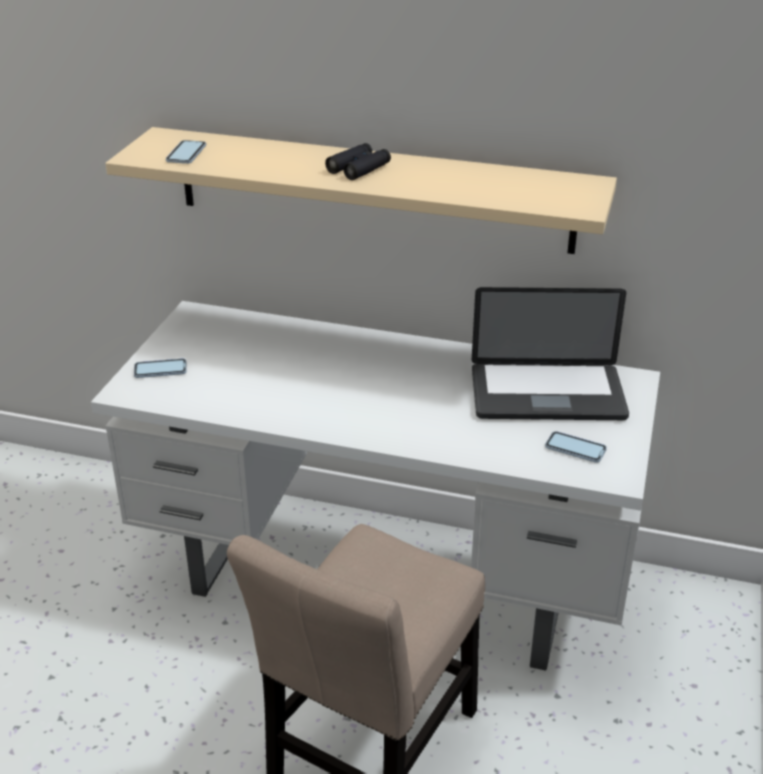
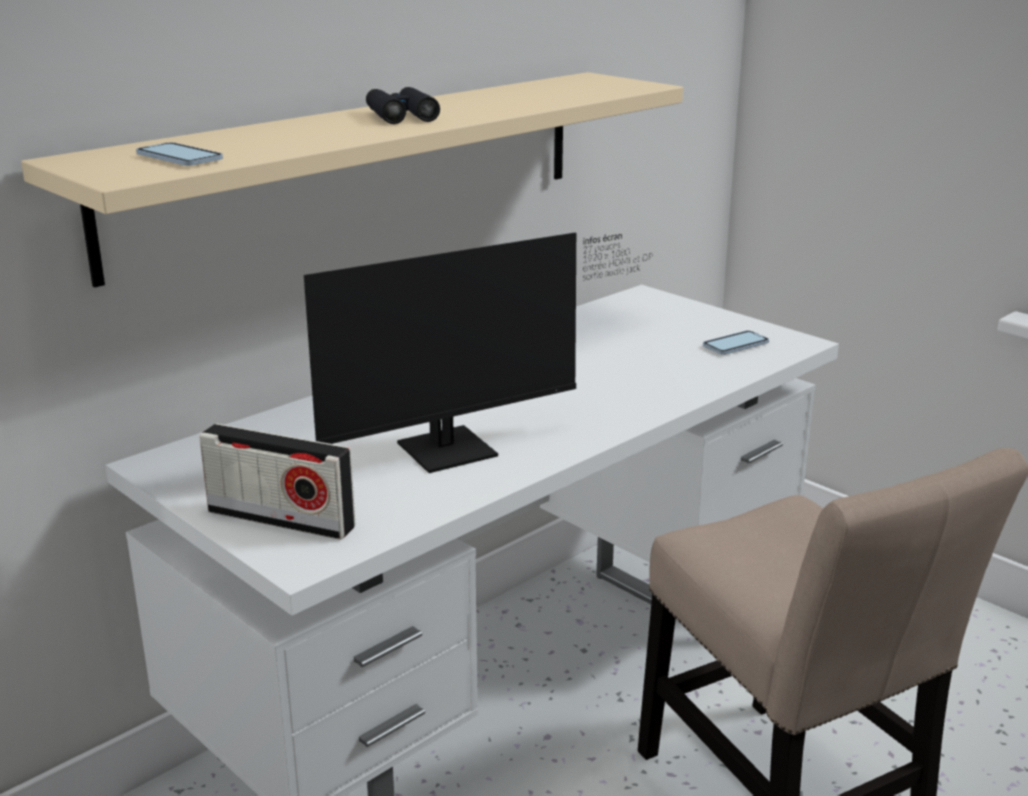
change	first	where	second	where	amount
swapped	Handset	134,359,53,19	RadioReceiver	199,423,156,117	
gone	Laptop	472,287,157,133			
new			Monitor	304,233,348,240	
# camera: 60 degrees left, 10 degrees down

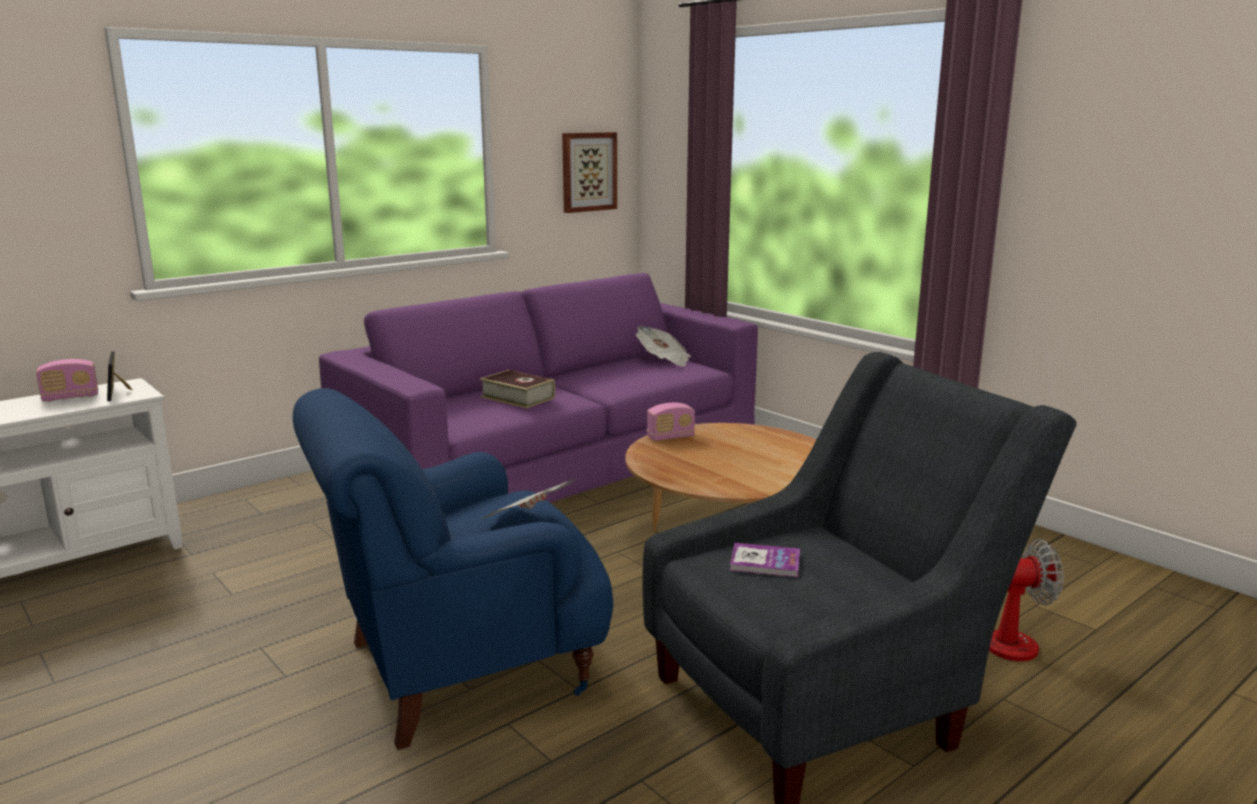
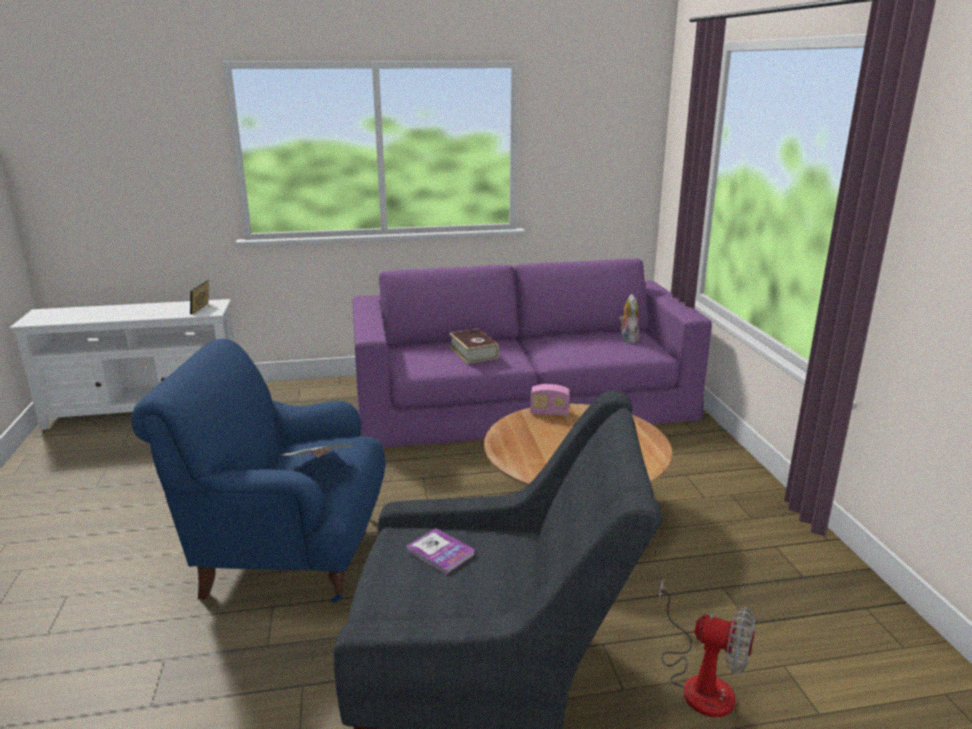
change	first	where	second	where	amount
gone	RadioReceiver	36,359,62,42			
gone	WallPicture	562,132,55,81			
swapped	Newspaper	636,326,55,41	CuddlyToy	619,294,20,49	
# camera: 30 degrees right, 5 degrees up

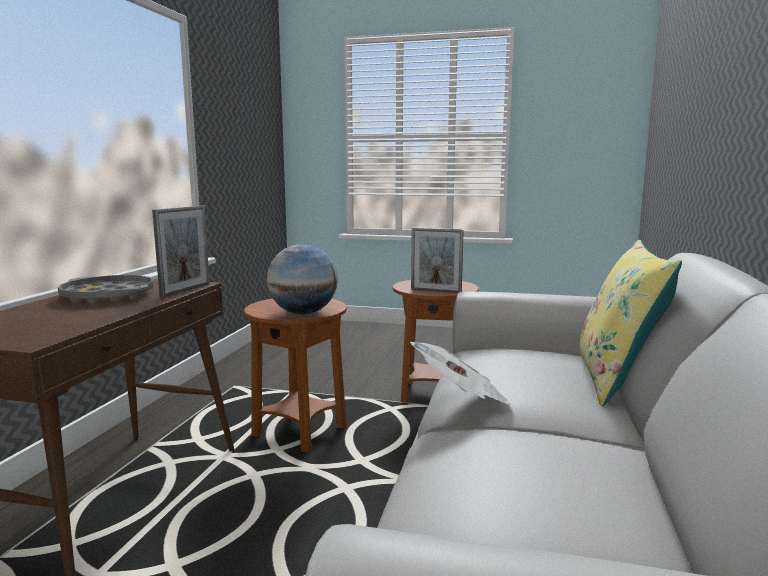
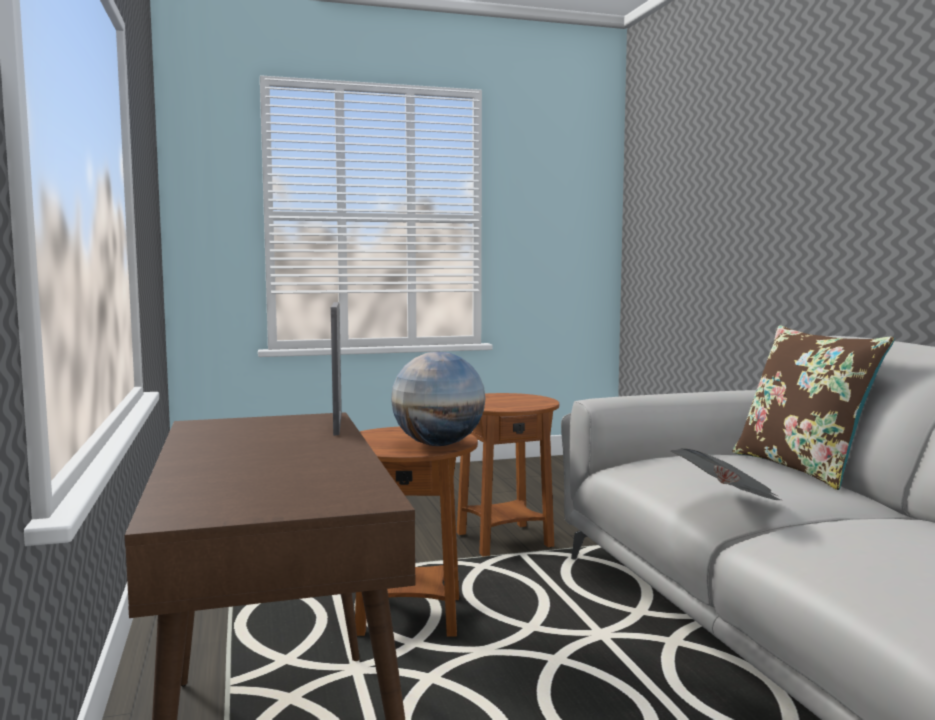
change	first	where	second	where	amount
gone	GreyCarryingTray	58,275,96,29			
gone	PictureFrame	411,228,53,65			
repainted	YellowCushion	579,240,103,166	BrownColouredCushion	732,325,163,165	
# camera: 30 degrees left, 5 degrees down

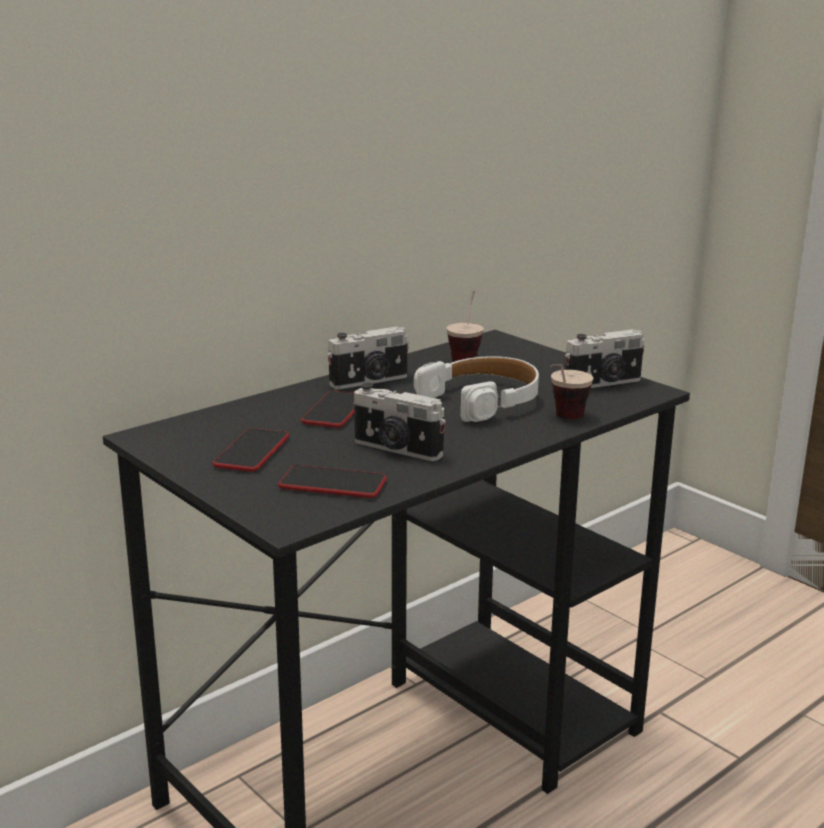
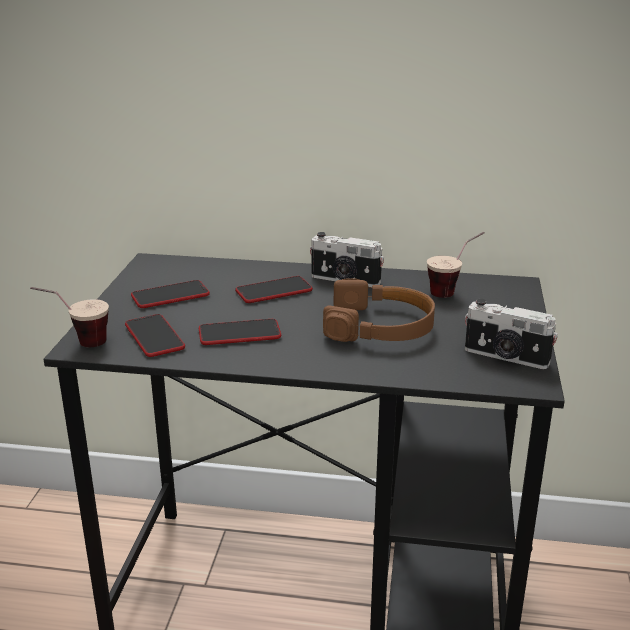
change	first	where	second	where	amount
swapped	StillCamera	353,383,93,78	Handset	199,319,82,26	
repainted	WhiteColouredPairOfHeadphones	414,356,125,66	BrownColouredPairOfHeadphones	323,279,112,63	
shifted	Cup	550,364,43,55		30,287,79,60	
# camera: 50 degrees right, 5 degrees up

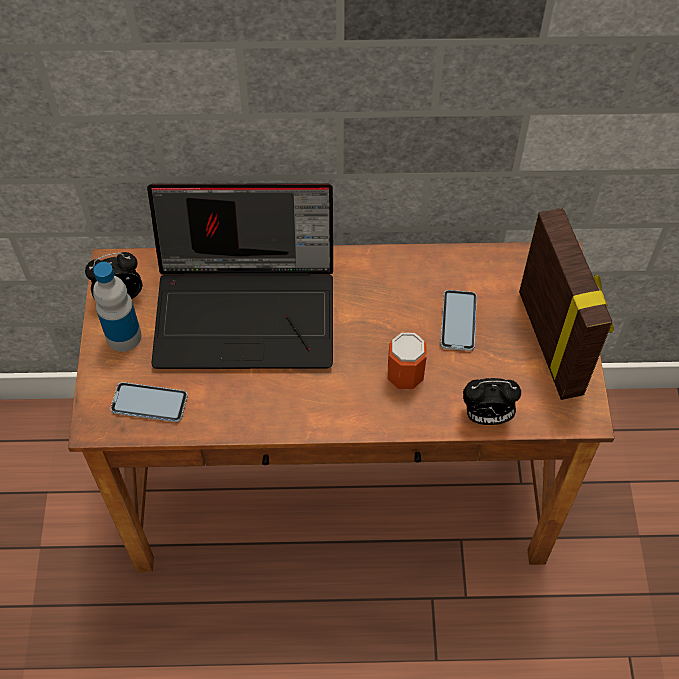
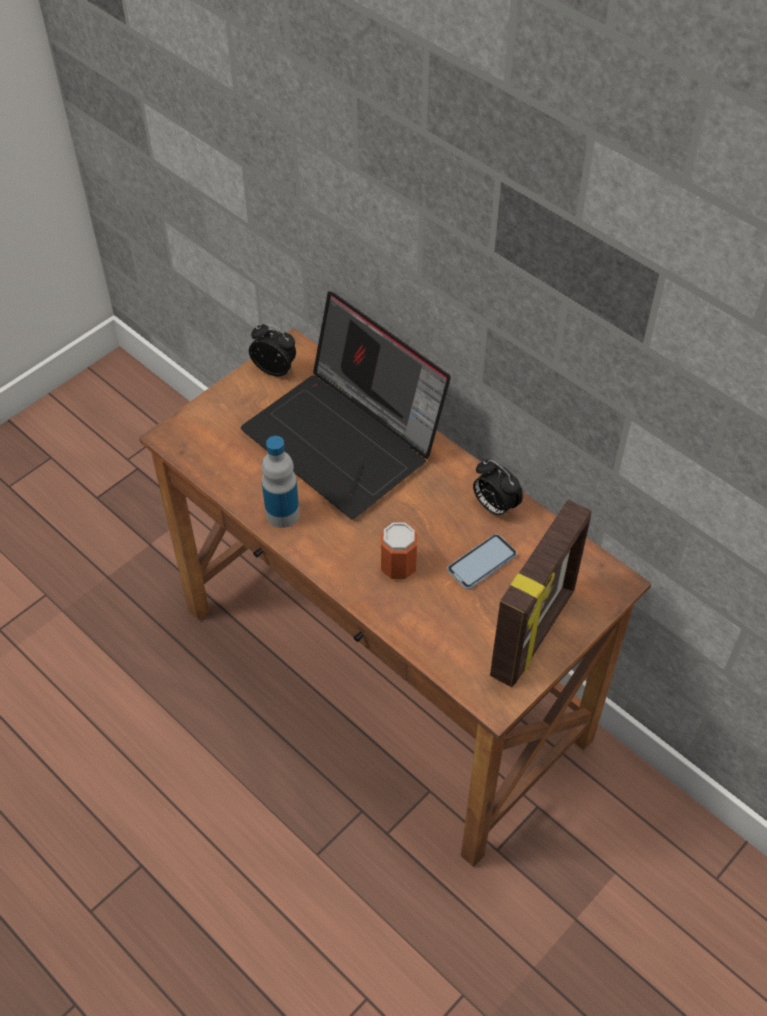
change	first	where	second	where	amount
shifted	BeverageBottle	93,262,49,90		262,436,38,92	
gone	Handset	111,382,77,40			
shifted	AlarmClock	463,378,58,47		473,459,50,59	
# camera: 45 degrees right, 5 degrees down

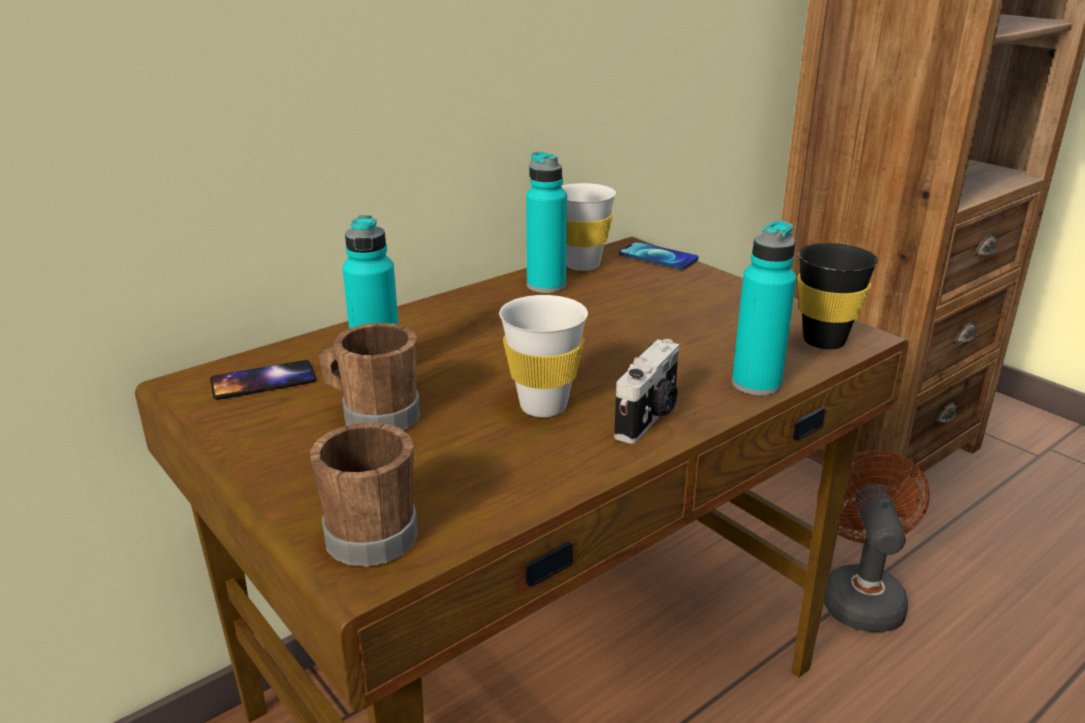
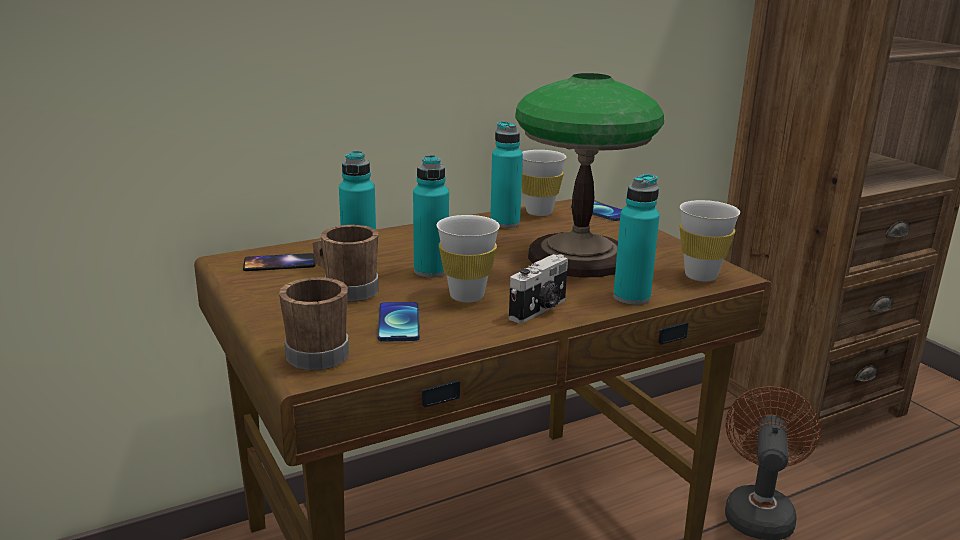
change	first	where	second	where	amount
repainted	BlackishCup	797,243,81,106	WhiteColouredCup	679,200,61,82	
new			Handset	377,302,43,40	
new			TurquoiseColouredBeverageBottle	413,155,36,123	
new			LampForATable	515,73,149,205	
# camera: 10 degrees right, 5 degrees down

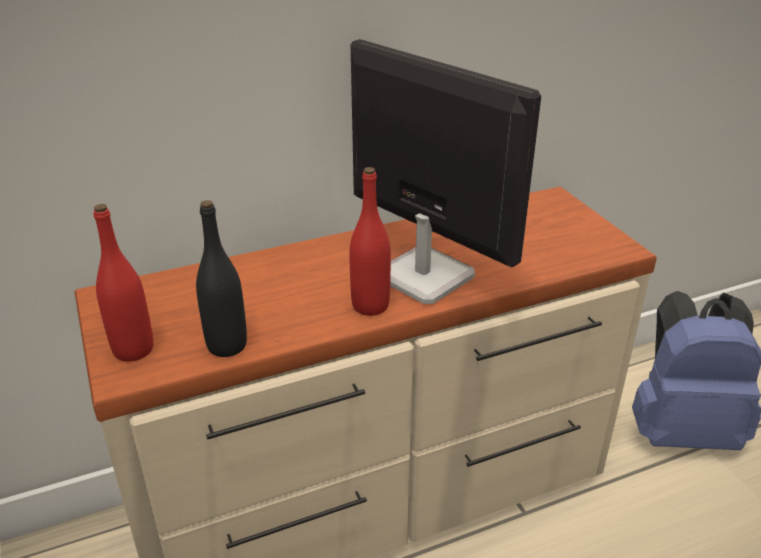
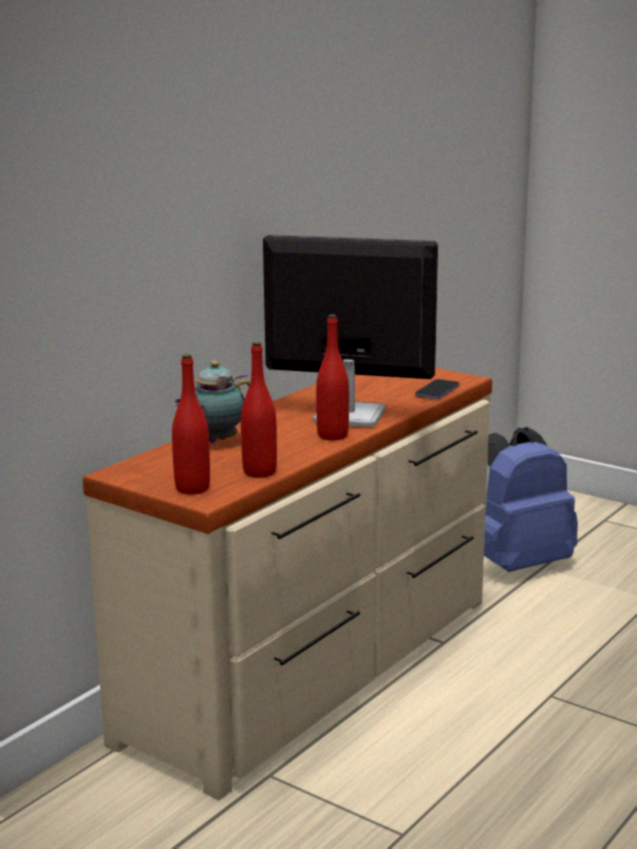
change	first	where	second	where	amount
repainted	BlackishBeverageBottle	196,200,51,157	RedBeverageBottle	241,342,36,136	
new			PotForTea	173,361,77,82	
new			Handset	415,379,44,20	
# camera: 30 degrees left, 15 degrees down

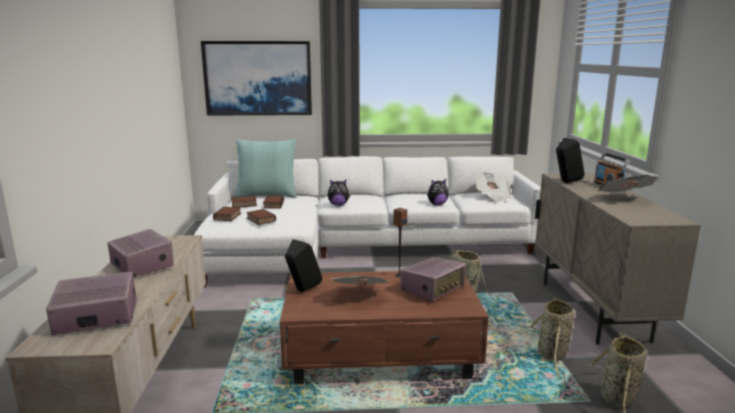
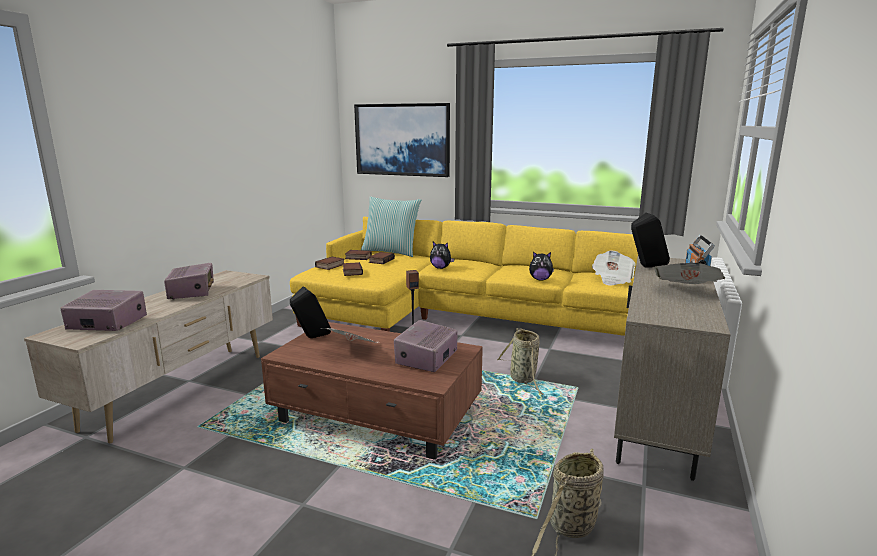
change	first	where	second	where	amount
repainted	WhiteColouredSofa	194,156,347,131	YellowSofa	290,217,348,119	
rotated	RadioReceiver	400,257,66,44		394,320,63,52	135 degrees clockwise
gone	StorageBasket	528,297,47,82			
# camera: 25 degrees right, 0 degrees up

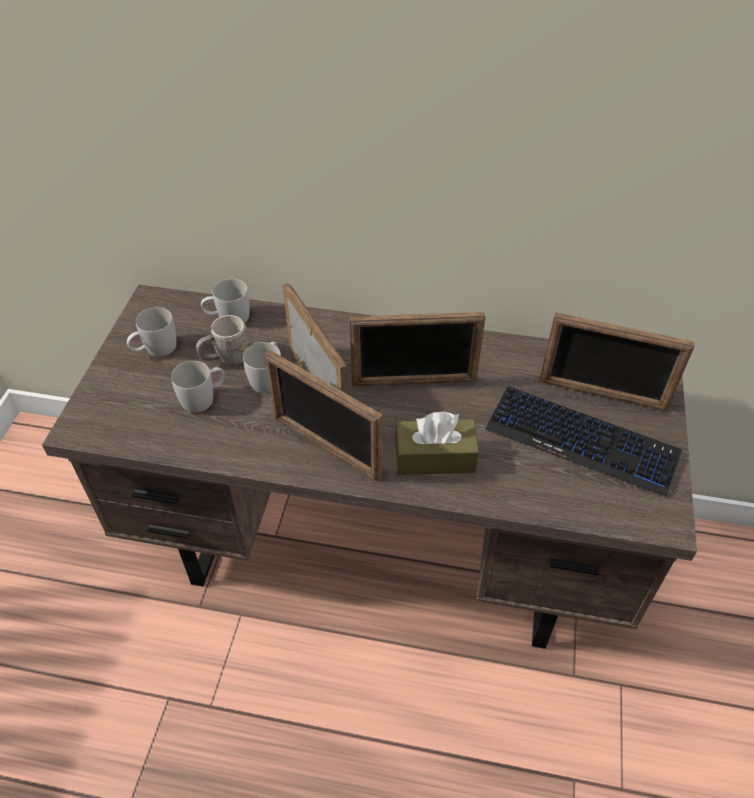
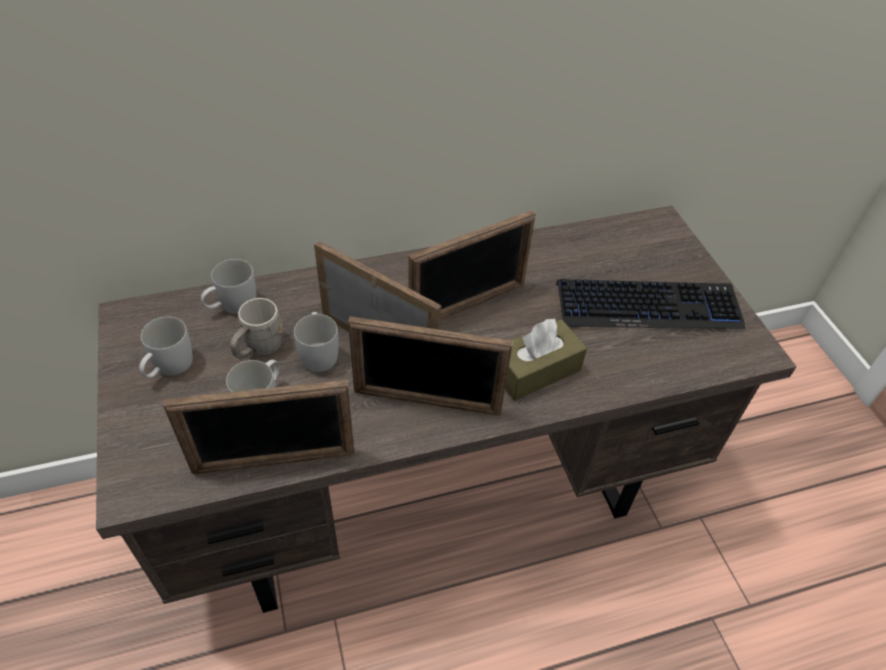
change	first	where	second	where	amount
shifted	PictureFrame	539,312,156,99		163,380,192,94	
# camera: 30 degrees left, 0 degrees up

